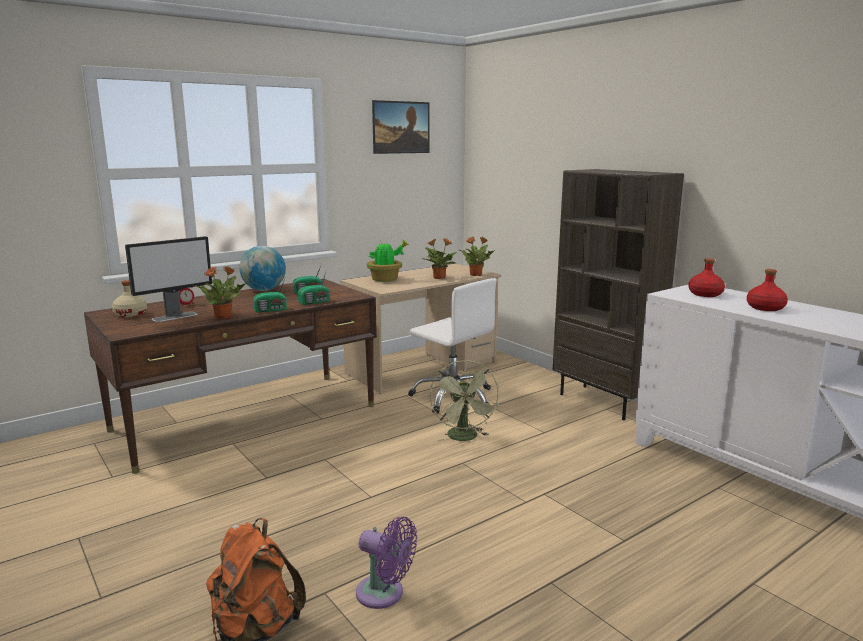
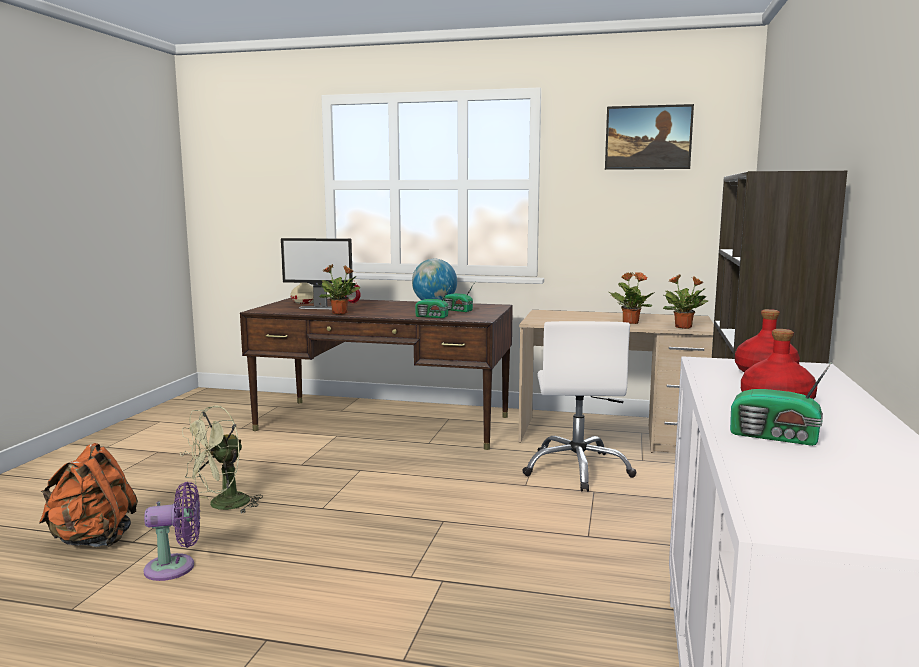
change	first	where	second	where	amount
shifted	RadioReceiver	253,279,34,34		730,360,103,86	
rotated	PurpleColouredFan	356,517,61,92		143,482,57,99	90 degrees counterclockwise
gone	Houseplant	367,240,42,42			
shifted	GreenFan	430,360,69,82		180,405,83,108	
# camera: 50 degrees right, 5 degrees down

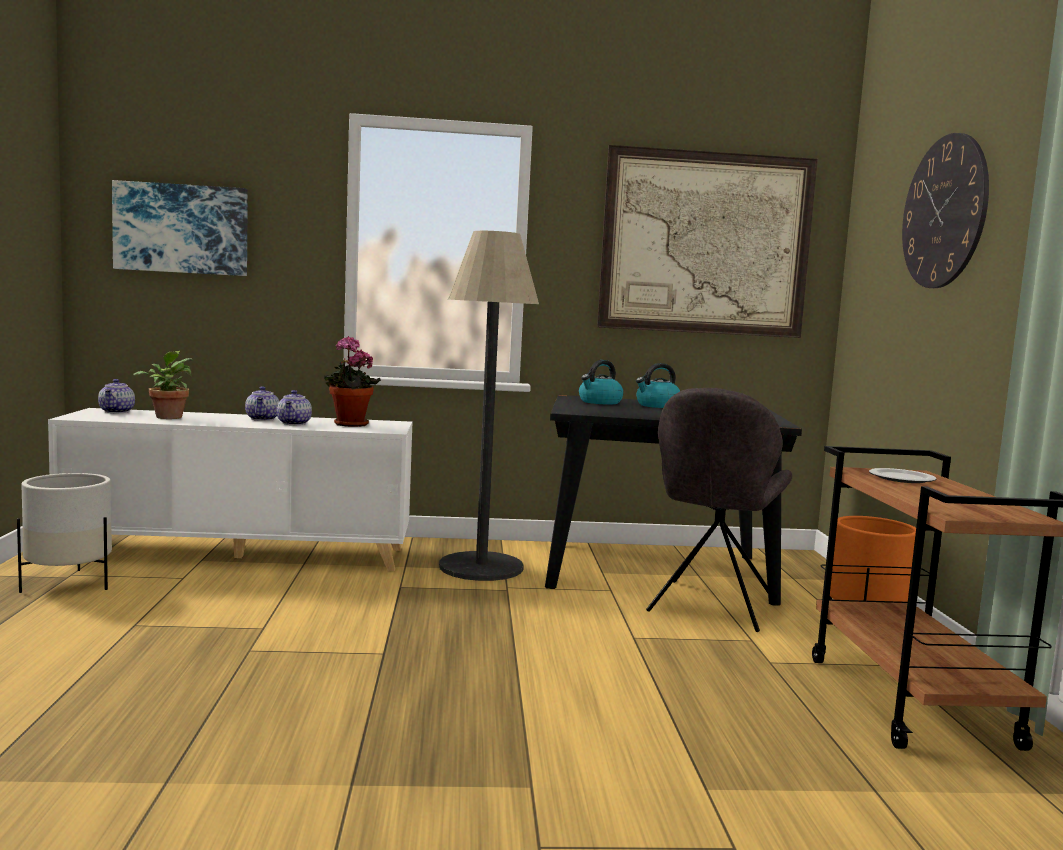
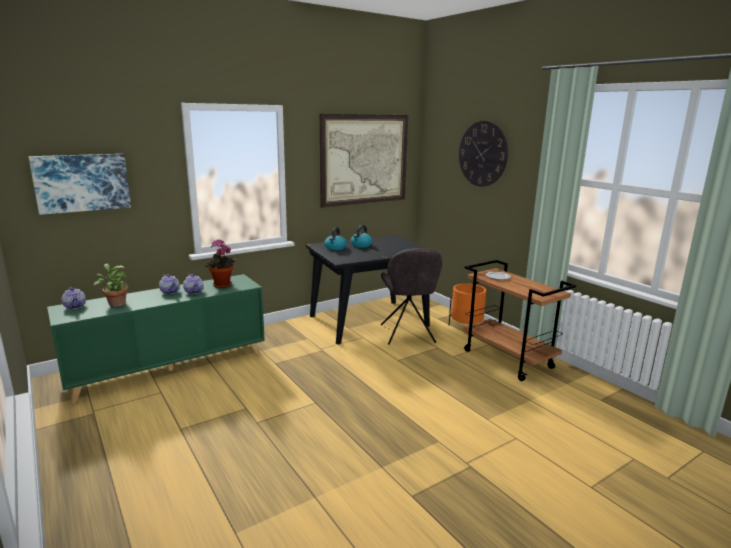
change	first	where	second	where	amount
gone	WhiteColouredPlantPot	17,473,95,120			
repainted	WhiteColouredCupboard	48,408,364,163	GreenCupboard	47,274,218,130	
gone	StandingLamp	439,231,100,350			
# camera: 30 degrees left, 10 degrees up

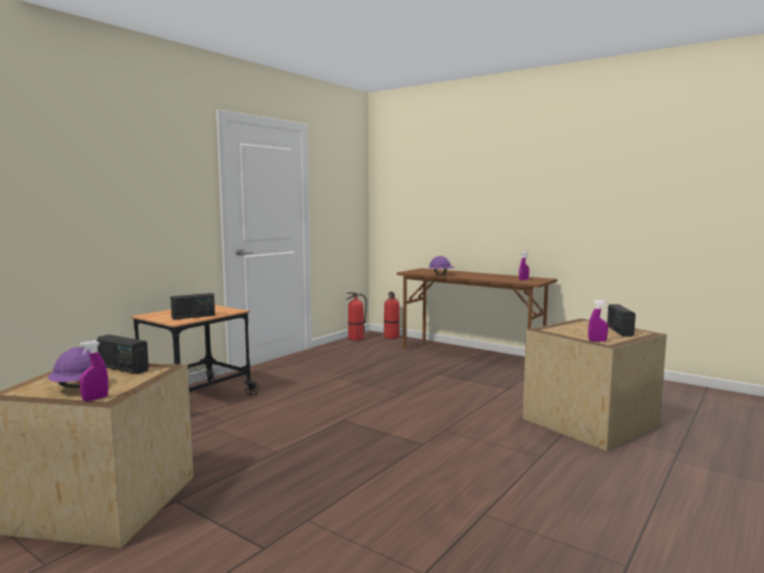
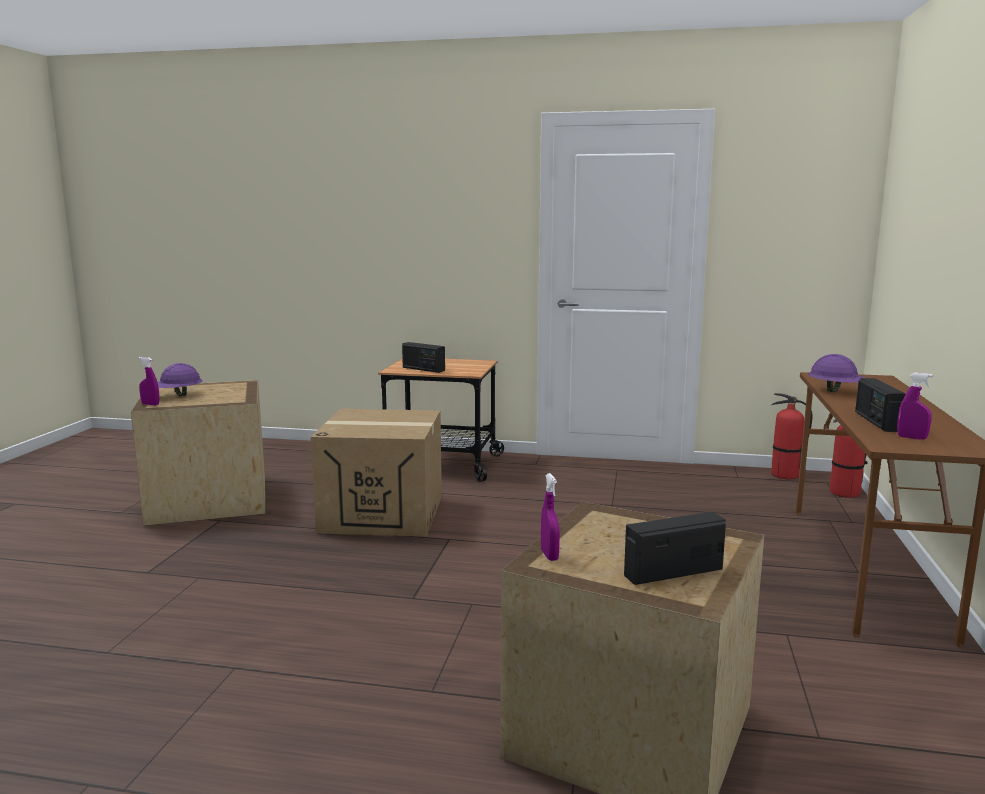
change	first	where	second	where	amount
shifted	RadioReceiver	97,334,52,40		855,378,50,54	
new			CardboardBox	311,409,131,128	
# camera: 65 degrees right, 5 degrees up

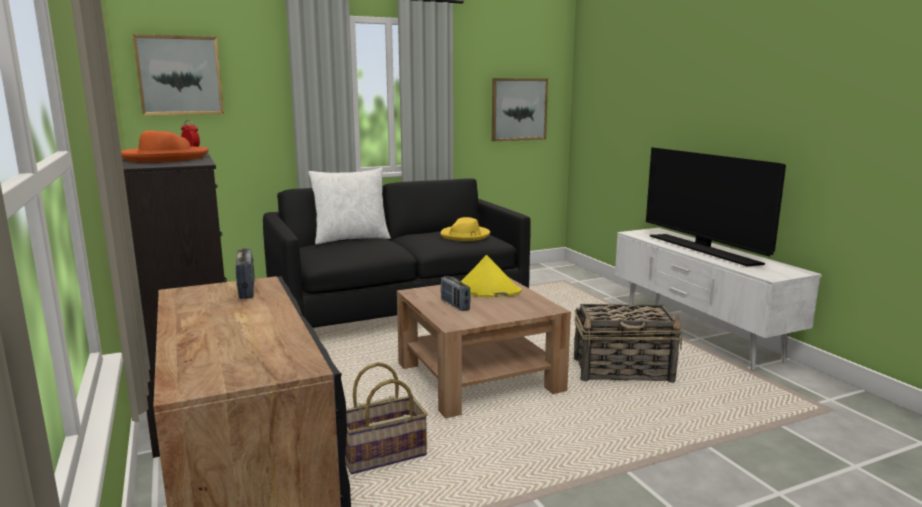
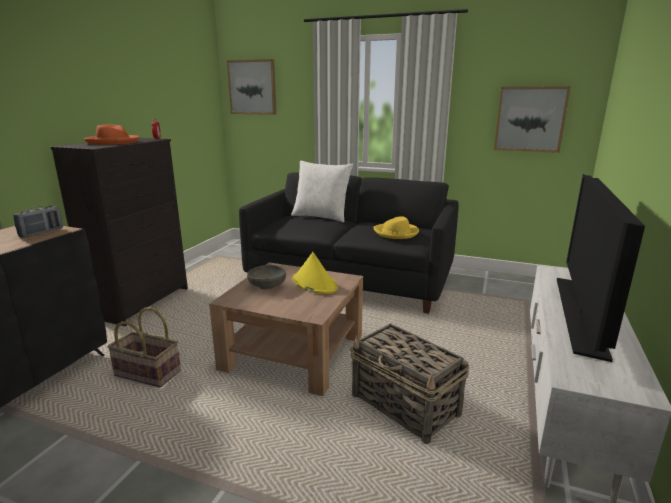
change	first	where	second	where	amount
swapped	RadioReceiver	441,276,30,35	GreyBowl	247,265,39,25	
# camera: 45 degrees right, 5 degrees up

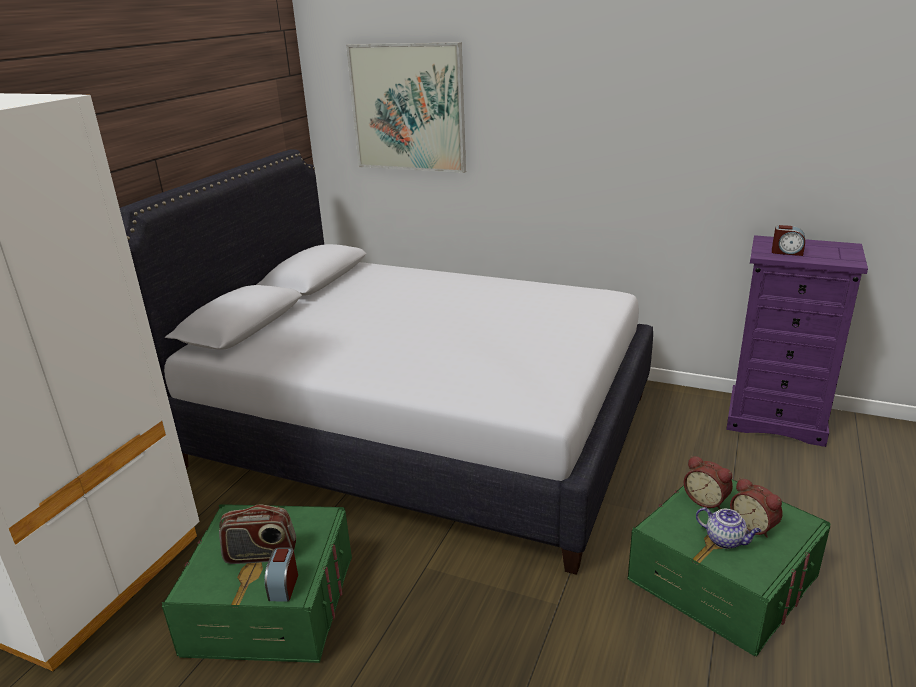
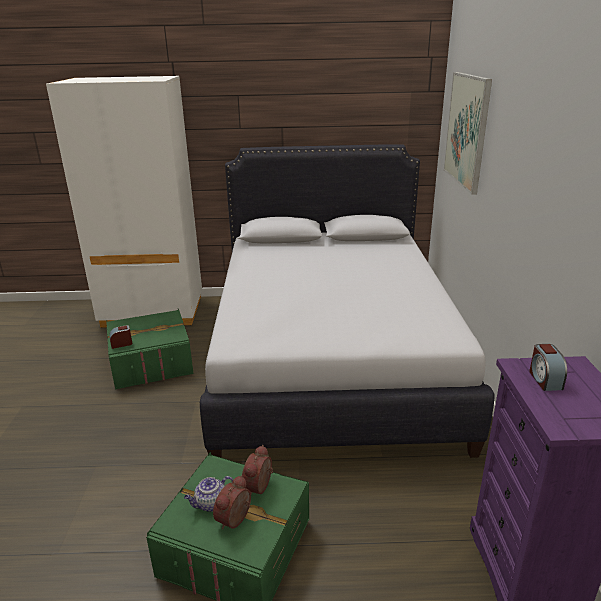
change	first	where	second	where	amount
gone	RadioReceiver	219,505,77,59			
rotated	PotForTea	696,507,65,42		184,476,49,36	45 degrees clockwise
# camera: 65 degrees right, 0 degrees up

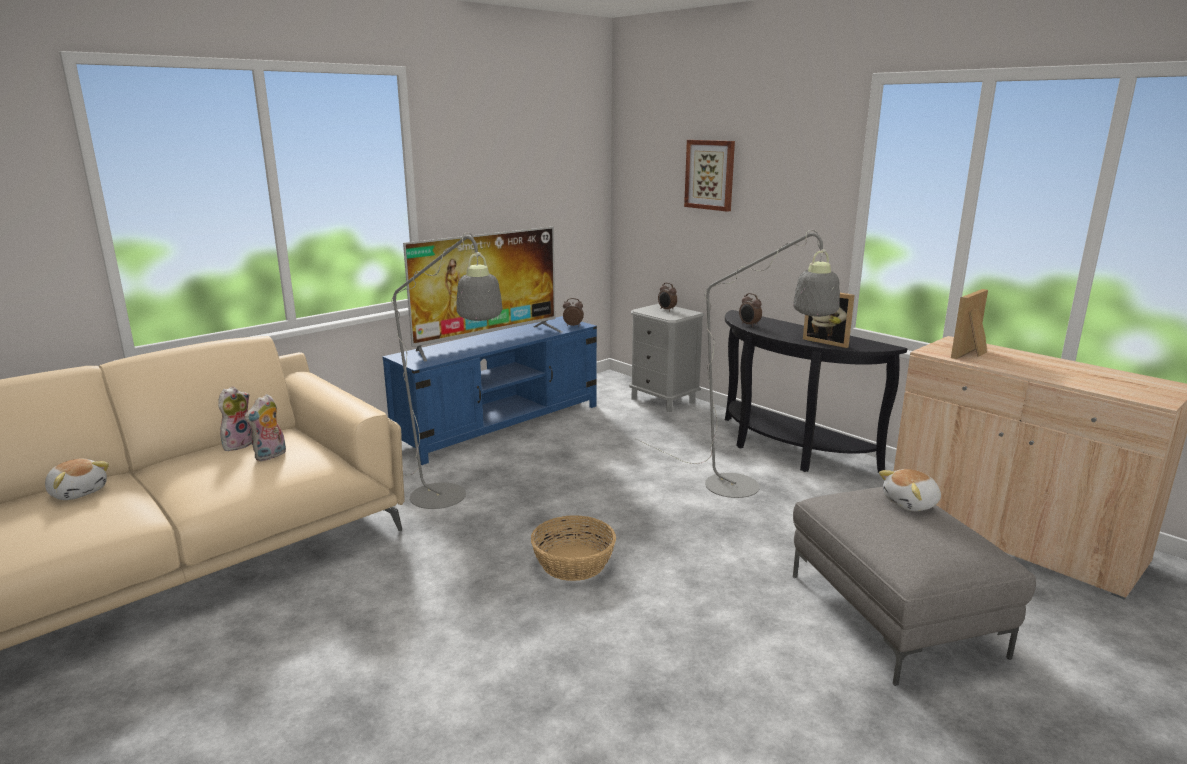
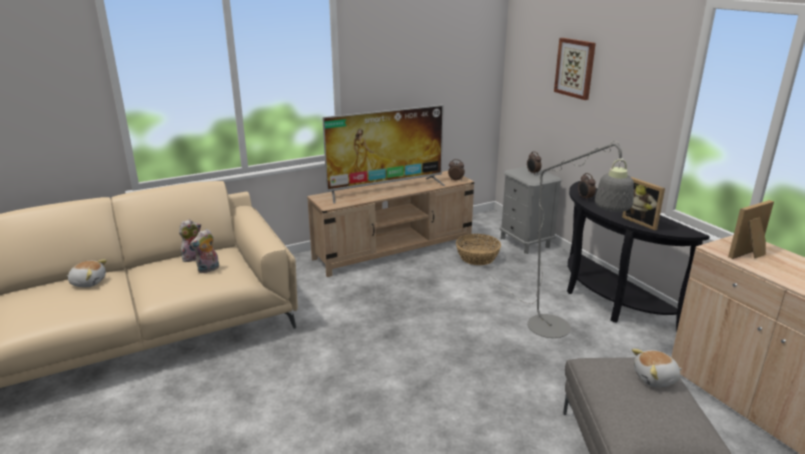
change	first	where	second	where	amount
rotated	CuddlyToy	45,459,64,41		67,259,40,28	45 degrees counterclockwise
repainted	BluishMediaConsole	382,316,215,149	SandColouredMediaConsole	307,171,167,106	
gone	GreyStandingLamp	391,232,112,277			
shifted	StorageBasket	531,516,85,65		456,234,45,31	
# camera: 15 degrees right, 5 degrees up

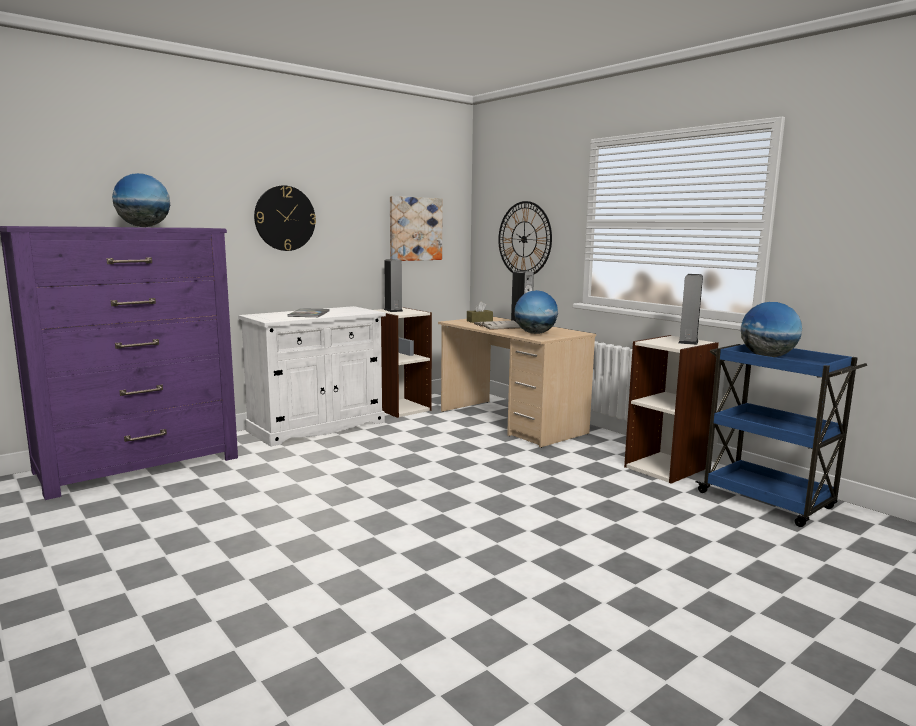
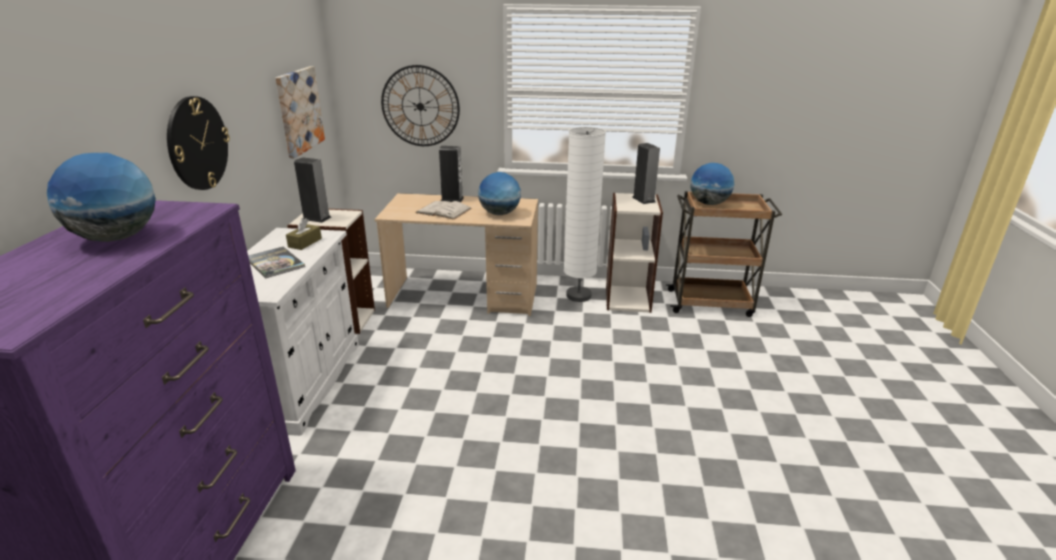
change	first	where	second	where	amount
shifted	BrownColouredTissueBox	467,301,26,22		286,218,36,32	
repainted	BluishTrolley	695,344,172,183	BrownColouredTrolley	666,191,116,126	
new			WhiteColouredStandingLamp	564,127,42,175	
# camera: 45 degrees left, 15 degrees up

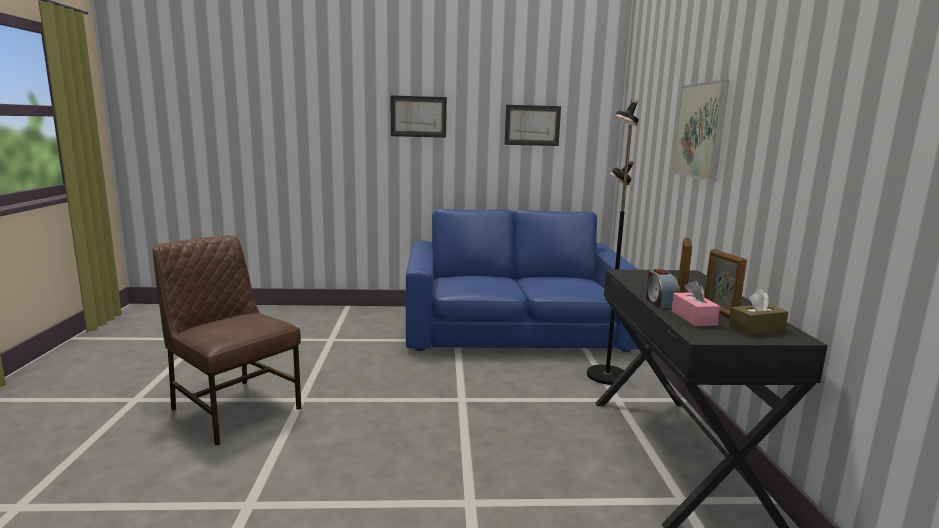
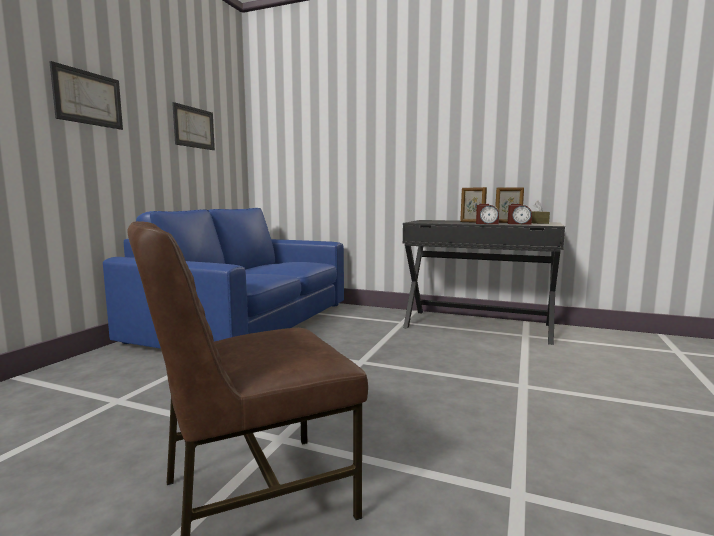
change	first	where	second	where	amount
gone	BlackishStandingLamp	587,99,52,286			
swapped	PinkTissueBox	671,280,49,46	AlarmClock	508,204,24,21	
gone	WallPicture	672,80,57,102			
# camera: 65 degrees left, 5 degrees down

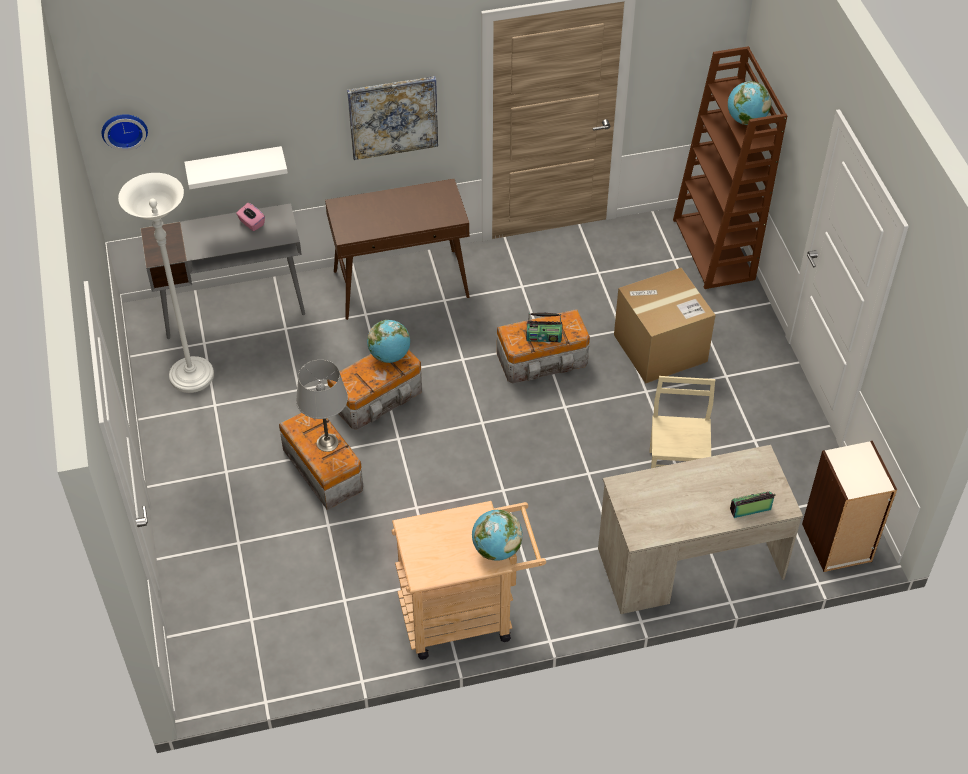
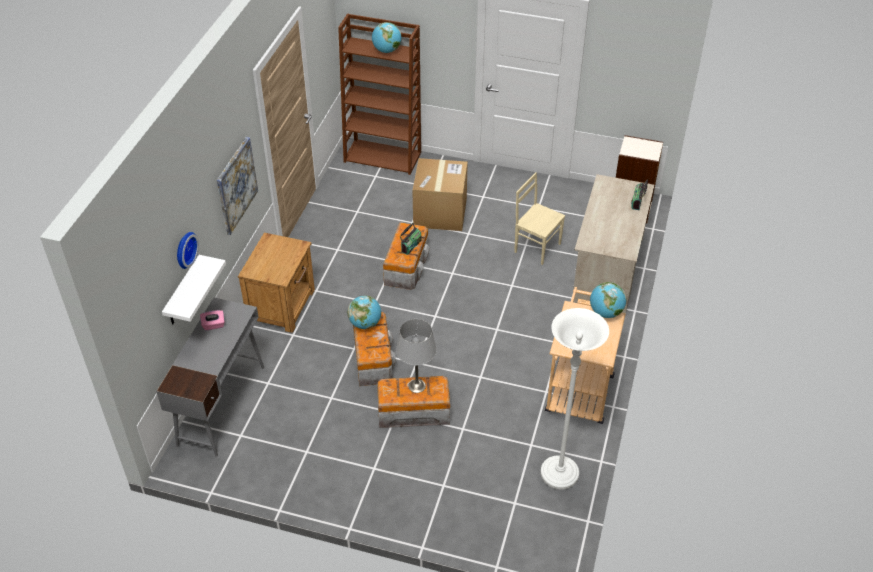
change	first	where	second	where	amount
shifted	HangingClock	102,114,46,37		177,232,22,37	
shifted	WhiteColouredStandingLamp	118,173,96,220		541,308,68,181	
swapped	BrownColouredHallTable	325,179,144,141	BrownColouredBedsideTable	238,233,77,100	
# camera: 60 degrees left, 5 degrees down

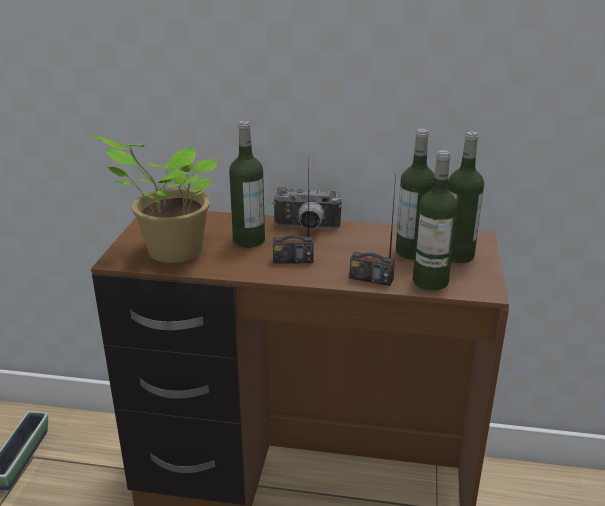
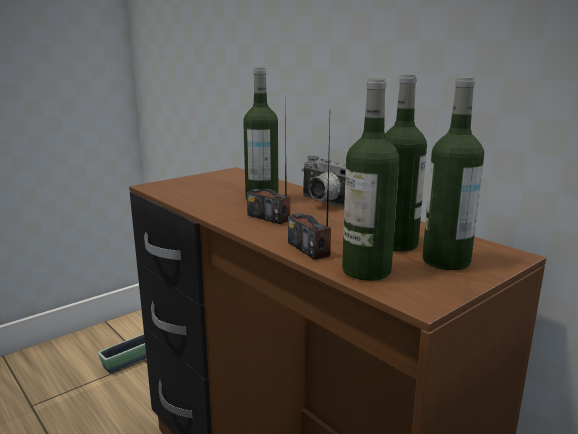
change	first	where	second	where	amount
gone	Houseplant	91,135,126,128			
# camera: 40 degrees right, 10 degrees down

